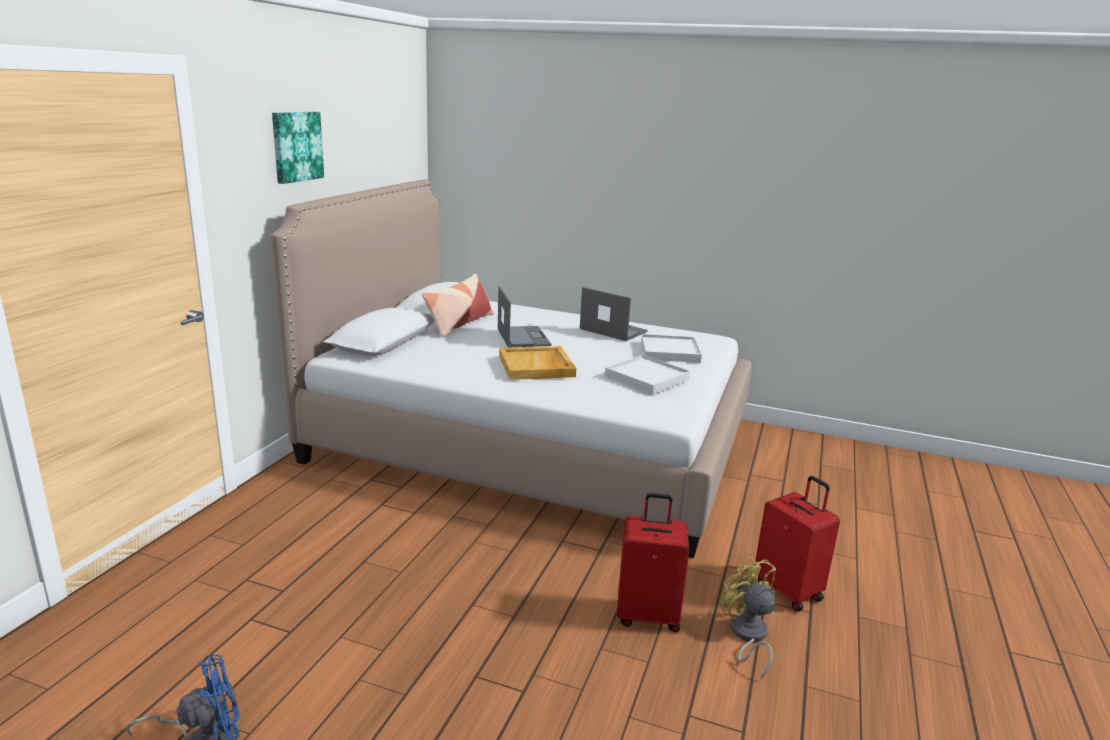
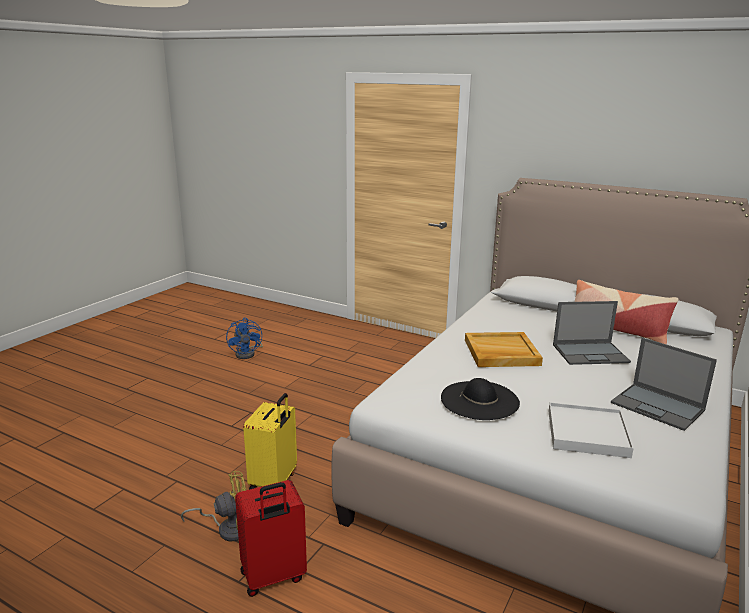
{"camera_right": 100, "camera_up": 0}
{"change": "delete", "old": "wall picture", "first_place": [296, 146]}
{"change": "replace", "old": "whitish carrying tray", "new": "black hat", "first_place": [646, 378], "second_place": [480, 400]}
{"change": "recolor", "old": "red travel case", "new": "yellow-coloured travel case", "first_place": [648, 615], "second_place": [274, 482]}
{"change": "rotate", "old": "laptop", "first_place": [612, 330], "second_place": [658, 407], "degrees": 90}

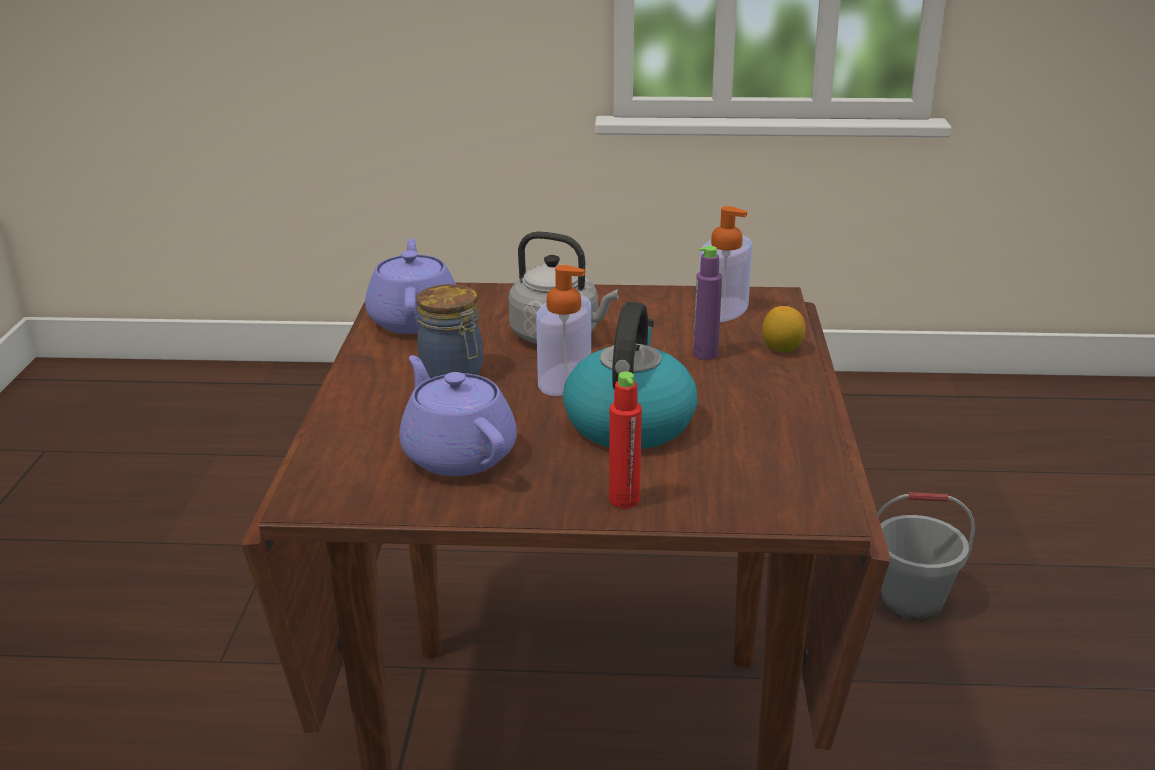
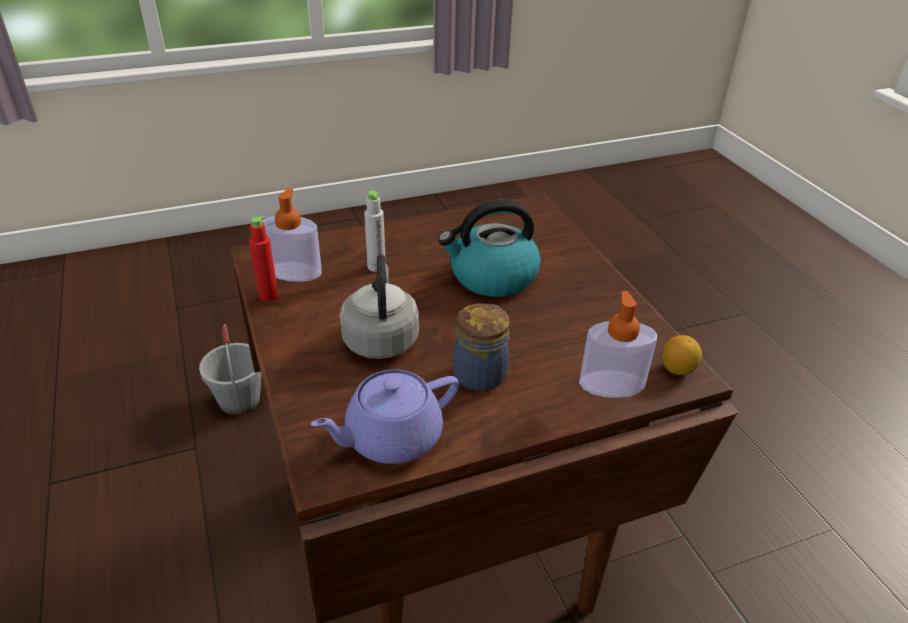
{"camera_right": -115, "camera_up": 10}
{"change": "delete", "old": "purple-coloured pot for tea", "first_place": [457, 454]}
{"change": "move", "old": "soap dispenser", "first_place": [564, 379], "second_place": [611, 384]}
{"change": "move", "old": "red beverage bottle", "first_place": [624, 500], "second_place": [268, 295]}
{"change": "move", "old": "lemon", "first_place": [782, 349], "second_place": [677, 369]}
{"change": "recolor", "old": "purple-coloured beverage bottle", "new": "gray beverage bottle", "first_place": [705, 354], "second_place": [376, 266]}

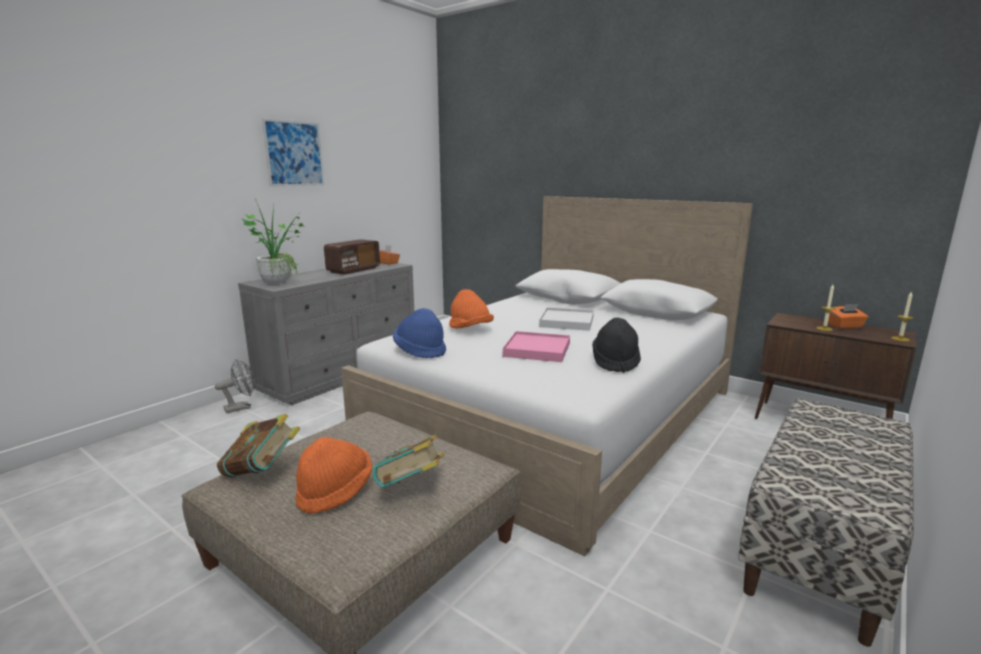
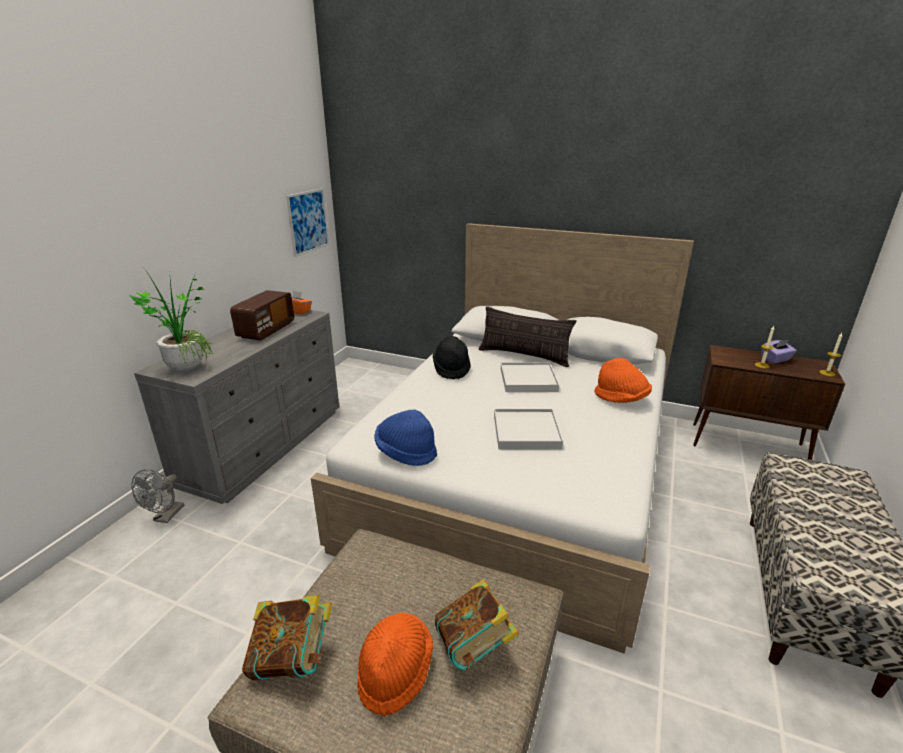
{"camera_right": -15, "camera_up": 10}
{"change": "insert", "new": "throw pillow", "second_place": [524, 356]}
{"change": "move", "old": "wall picture", "first_place": [294, 153], "second_place": [308, 221]}
{"change": "move", "old": "orange hat", "first_place": [470, 329], "second_place": [621, 399]}
{"change": "move", "old": "black hat", "first_place": [615, 362], "second_place": [451, 369]}
{"change": "recolor", "old": "pink carrying tray", "new": "whitish carrying tray", "first_place": [537, 350], "second_place": [526, 432]}
{"change": "recolor", "old": "orange tissue box", "new": "purple-coloured tissue box", "first_place": [845, 326], "second_place": [775, 359]}
{"change": "rotate", "old": "gray cooling fan", "first_place": [241, 407], "second_place": [166, 517], "degrees": 150}

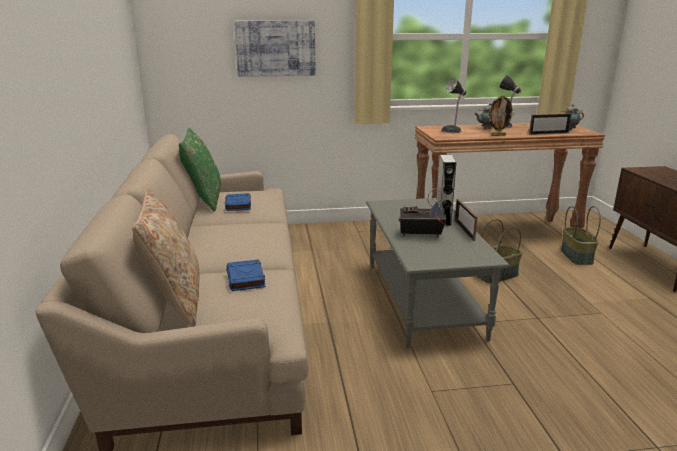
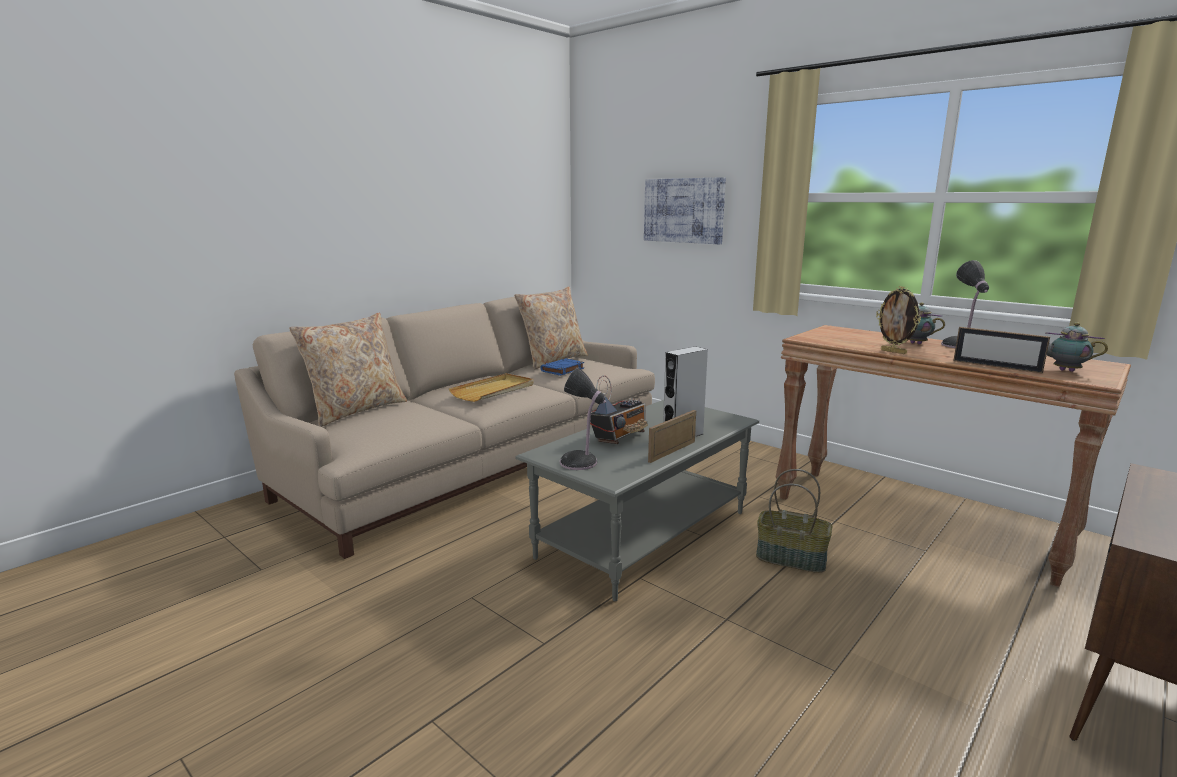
{"camera_right": 50, "camera_up": -5}
{"change": "delete", "old": "blue volume", "first_place": [246, 279]}
{"change": "delete", "old": "storage basket", "first_place": [577, 256]}
{"change": "insert", "new": "beige carrying tray", "second_place": [493, 390]}
{"change": "move", "old": "lamp for a table", "first_place": [452, 131], "second_place": [580, 463]}
{"change": "recolor", "old": "green throw pillow", "new": "beige throw pillow", "first_place": [204, 200], "second_place": [553, 360]}
{"change": "rotate", "old": "radio receiver", "first_place": [420, 234], "second_place": [619, 437], "degrees": 75}

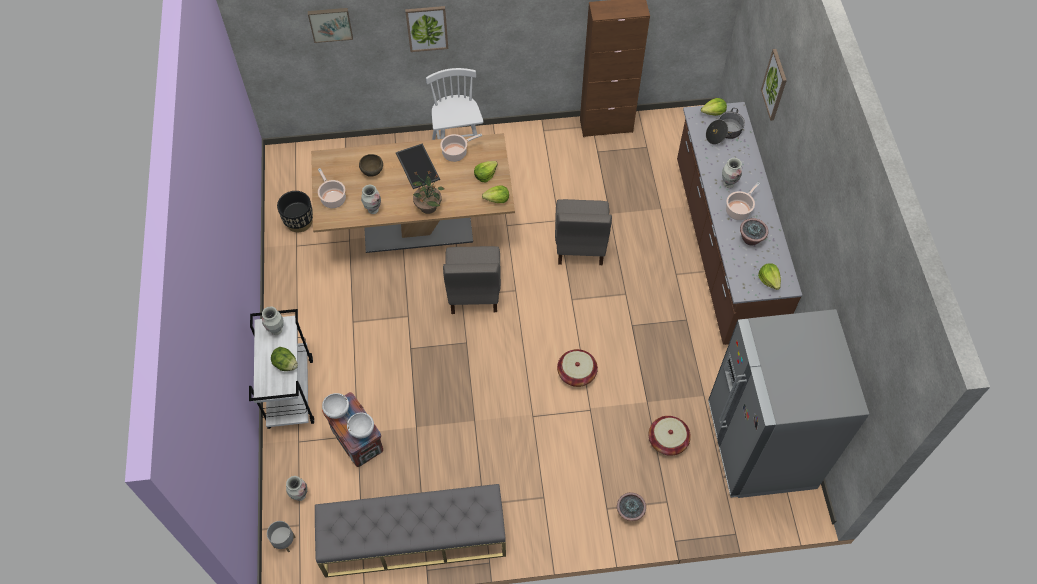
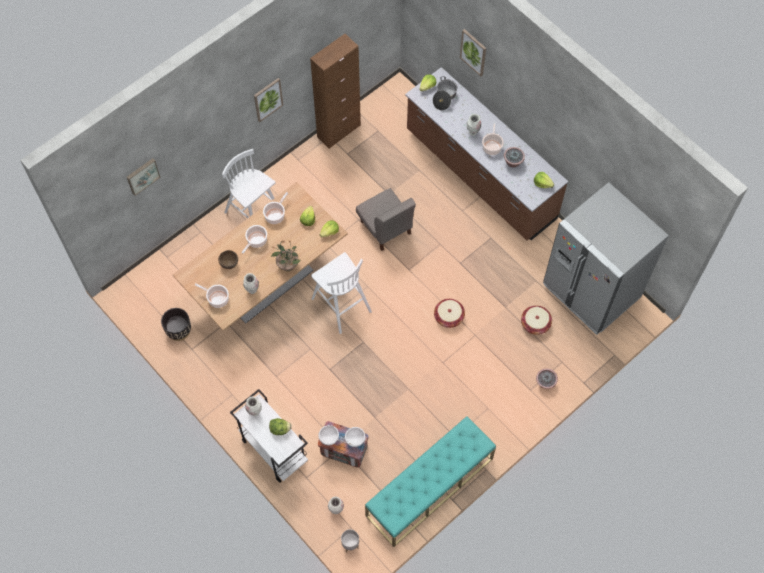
{"camera_right": -35, "camera_up": 5}
{"change": "move", "old": "wall picture", "first_place": [427, 28], "second_place": [268, 99]}
{"change": "replace", "old": "carrying tray", "new": "cooking pot", "first_place": [416, 166], "second_place": [256, 241]}
{"change": "replace", "old": "gray chair", "new": "whitish stool seat", "first_place": [473, 291], "second_place": [340, 304]}
{"change": "recolor", "old": "gray indoor bench", "new": "turquoise-coloured indoor bench", "first_place": [413, 539], "second_place": [429, 487]}

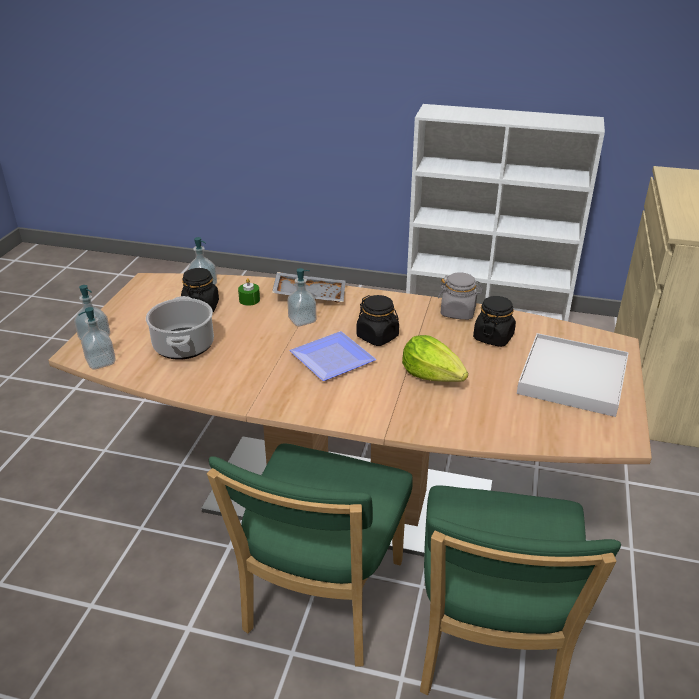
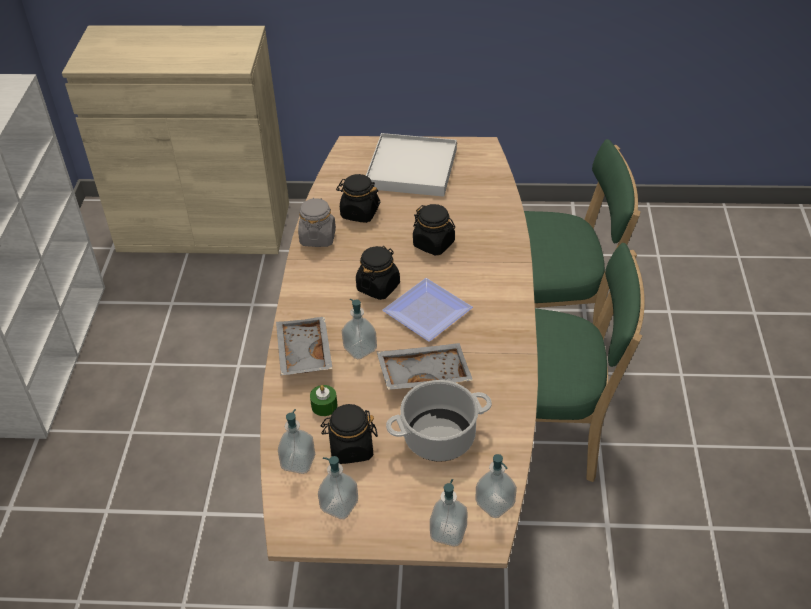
{"camera_right": -100, "camera_up": 10}
{"change": "insert", "new": "soap dispenser", "second_place": [339, 505]}
{"change": "insert", "new": "gray carrying tray", "second_place": [424, 373]}
{"change": "replace", "old": "lettuce head", "new": "black jar", "first_place": [433, 376], "second_place": [434, 244]}

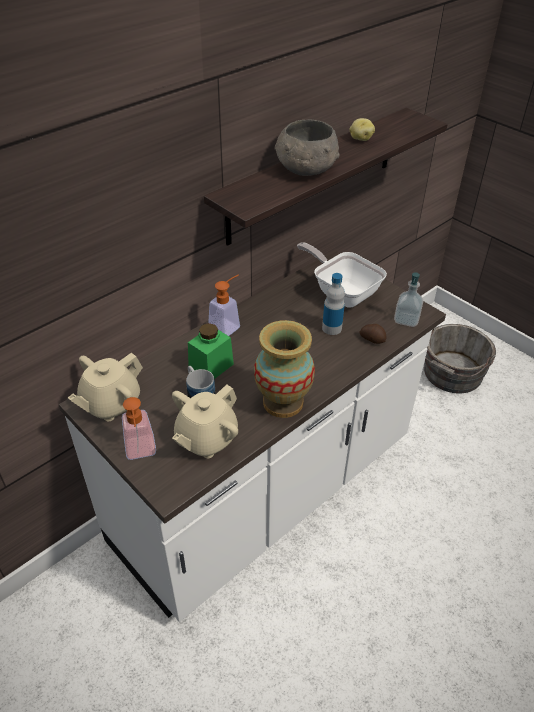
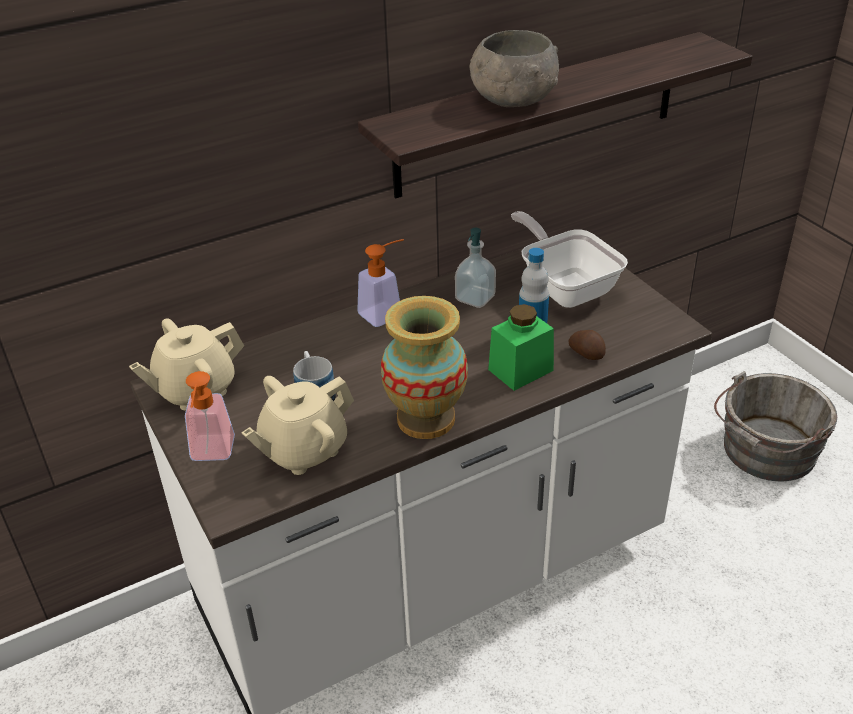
{"camera_right": 15, "camera_up": -5}
{"change": "delete", "old": "whole potato", "first_place": [360, 139]}
{"change": "move", "old": "green jar", "first_place": [211, 367], "second_place": [520, 370]}
{"change": "move", "old": "soap dispenser", "first_place": [406, 319], "second_place": [475, 298]}

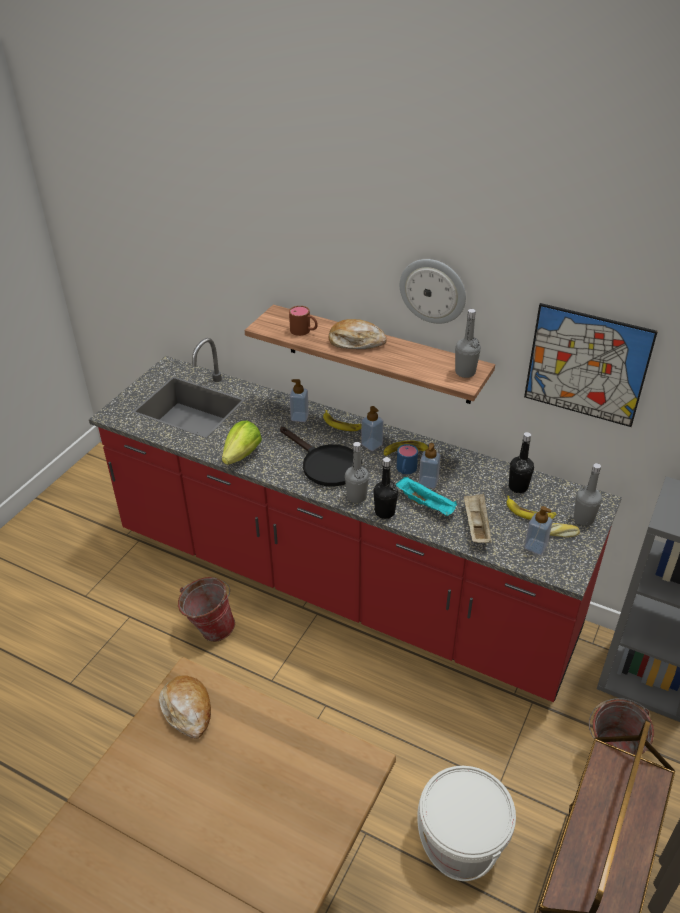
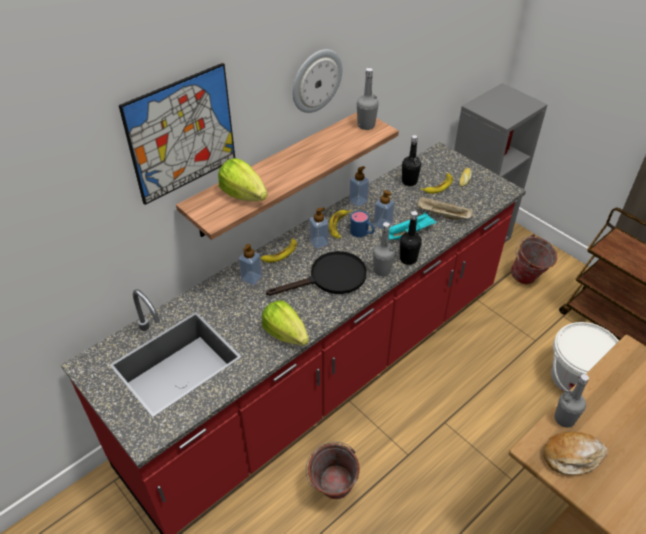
{"camera_right": -70, "camera_up": 5}
{"change": "delete", "old": "bakery bread", "first_place": [356, 342]}
{"change": "move", "old": "wall picture", "first_place": [586, 365], "second_place": [182, 134]}
{"change": "move", "old": "soap dispenser", "first_place": [535, 546], "second_place": [358, 201]}
{"change": "move", "old": "gray beverage bottle", "first_place": [583, 519], "second_place": [564, 419]}
{"change": "replace", "old": "brown-coloured coffee mug", "new": "lettuce head", "first_place": [304, 331], "second_place": [243, 194]}

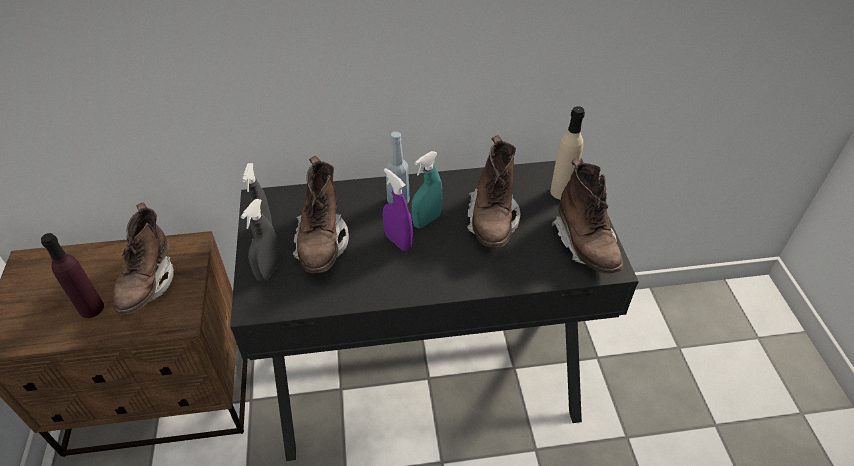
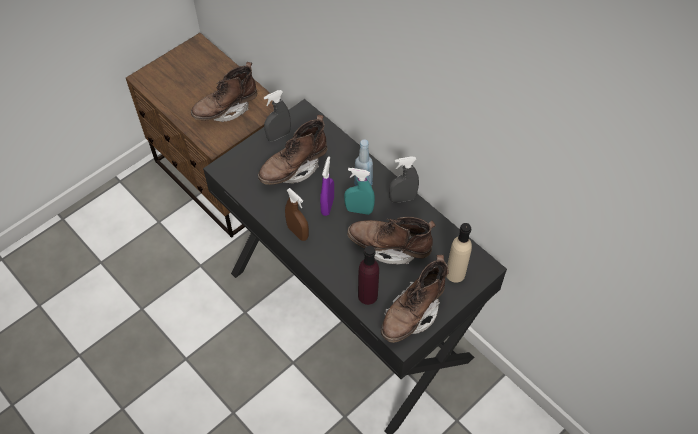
{"camera_right": 55, "camera_up": 10}
{"change": "insert", "new": "brown-coloured spray bottle", "second_place": [298, 232]}
{"change": "move", "old": "purple-coloured beverage bottle", "first_place": [91, 308], "second_place": [367, 295]}
{"change": "move", "old": "gray spray bottle", "first_place": [269, 270], "second_place": [402, 198]}
{"change": "rotate", "old": "brown-coloured tall boot", "first_place": [492, 221], "second_place": [389, 247], "degrees": 45}

